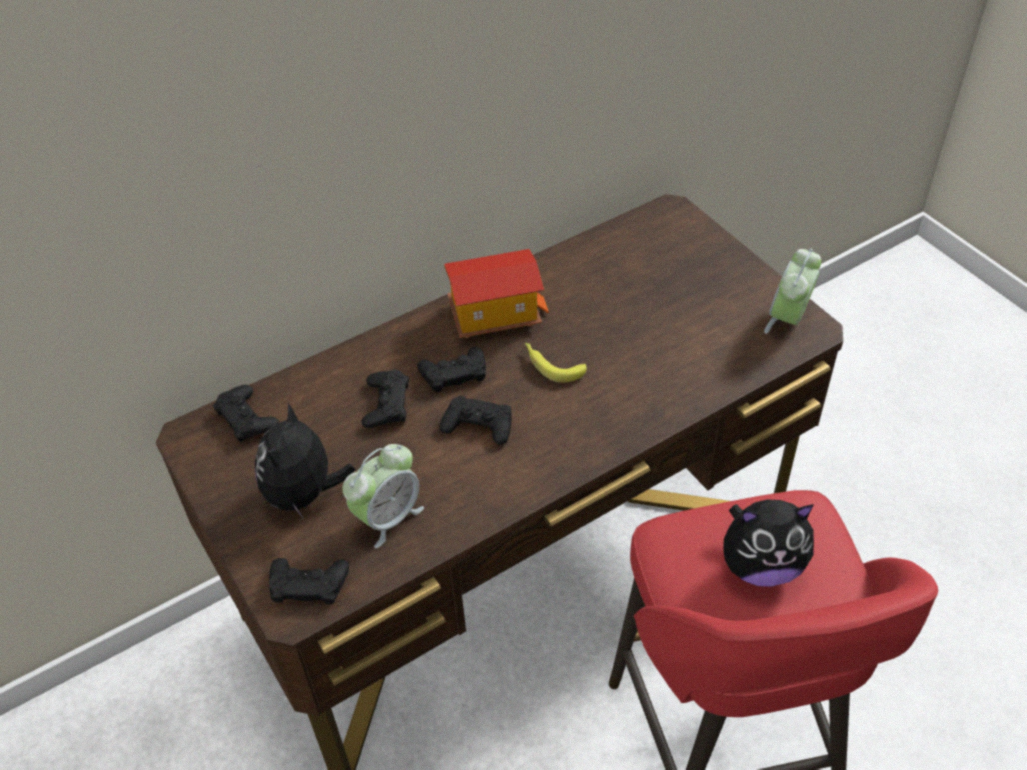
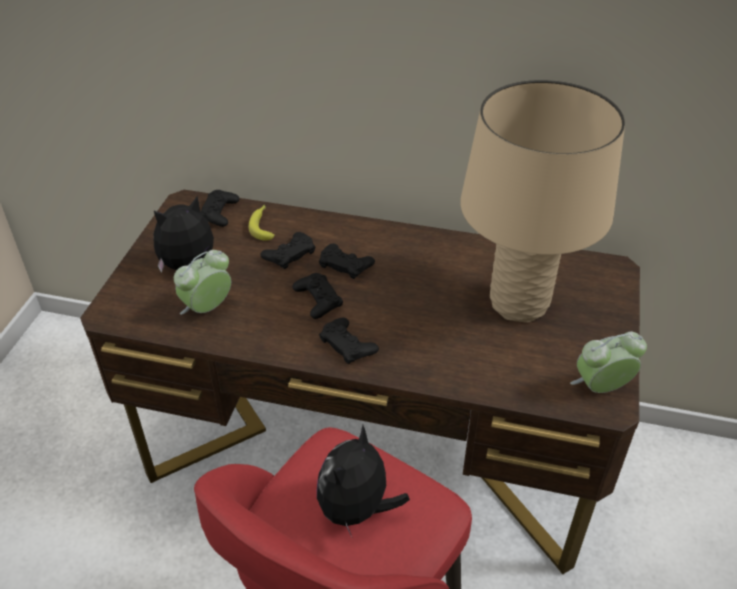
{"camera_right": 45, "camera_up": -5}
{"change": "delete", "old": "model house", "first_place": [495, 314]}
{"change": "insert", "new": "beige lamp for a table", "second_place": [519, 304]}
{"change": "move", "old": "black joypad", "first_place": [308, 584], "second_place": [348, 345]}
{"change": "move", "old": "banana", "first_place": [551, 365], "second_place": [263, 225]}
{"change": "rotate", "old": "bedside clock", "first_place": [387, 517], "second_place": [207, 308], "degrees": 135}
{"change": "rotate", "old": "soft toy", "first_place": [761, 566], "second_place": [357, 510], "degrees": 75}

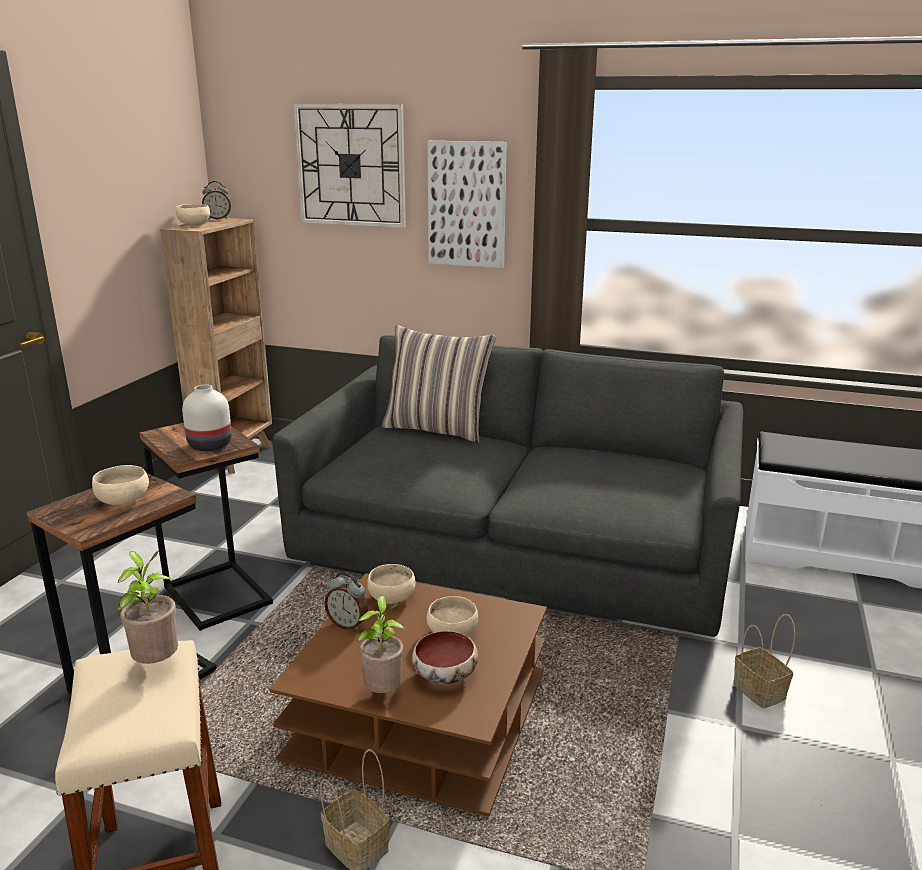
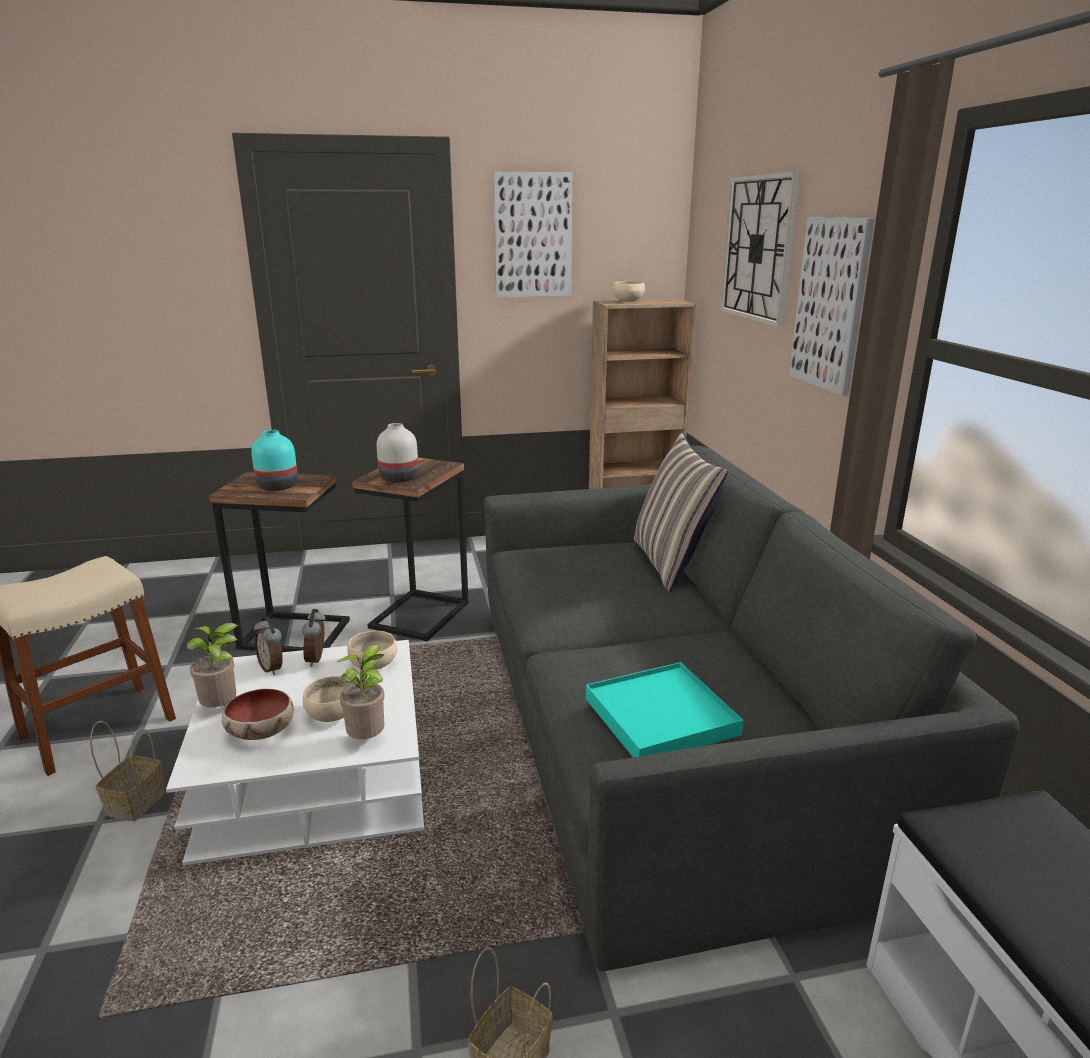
{"camera_right": 60, "camera_up": 0}
{"change": "insert", "new": "wall picture", "second_place": [532, 236]}
{"change": "insert", "new": "turquoise-coloured carrying tray", "second_place": [661, 716]}
{"change": "move", "old": "plant in a pot", "first_place": [157, 664], "second_place": [369, 740]}
{"change": "move", "old": "bedside clock", "first_place": [218, 219], "second_place": [272, 668]}
{"change": "replace", "old": "beige deep dish", "new": "turquoise-coloured decorative vase", "first_place": [124, 500], "second_place": [279, 486]}
{"change": "recolor", "old": "brown-coloured lounge table", "new": "whitish lounge table", "first_place": [420, 715], "second_place": [315, 774]}

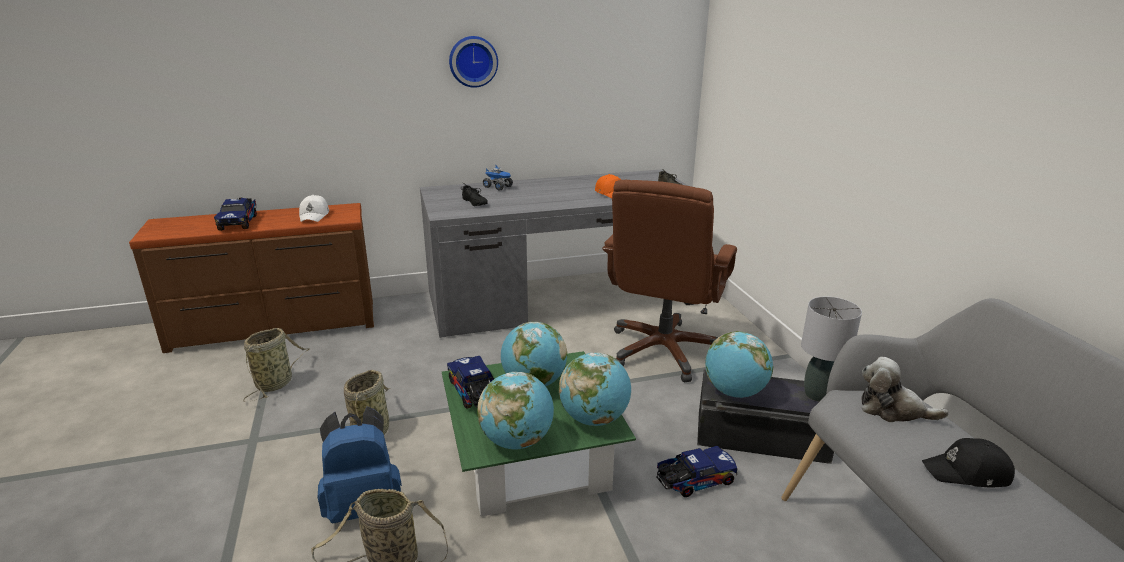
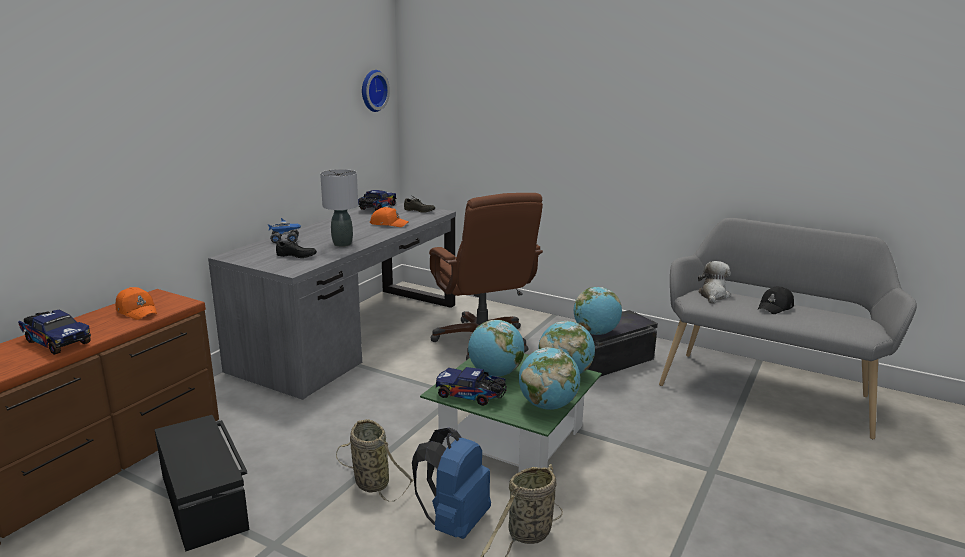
{"camera_right": -45, "camera_up": -5}
{"change": "move", "old": "wall clock", "first_place": [473, 61], "second_place": [372, 90]}
{"change": "move", "old": "model truck", "first_place": [694, 481], "second_place": [376, 208]}
{"change": "move", "old": "gray lamp for a table", "first_place": [816, 394], "second_place": [342, 244]}
{"change": "replace", "old": "storage basket", "new": "black storage container", "first_place": [276, 383], "second_place": [205, 500]}
{"change": "recolor", "old": "whitish cap", "new": "orange cap", "first_place": [315, 215], "second_place": [137, 311]}
{"change": "rotate", "old": "soft toy", "first_place": [893, 410], "second_place": [713, 295], "degrees": 135}

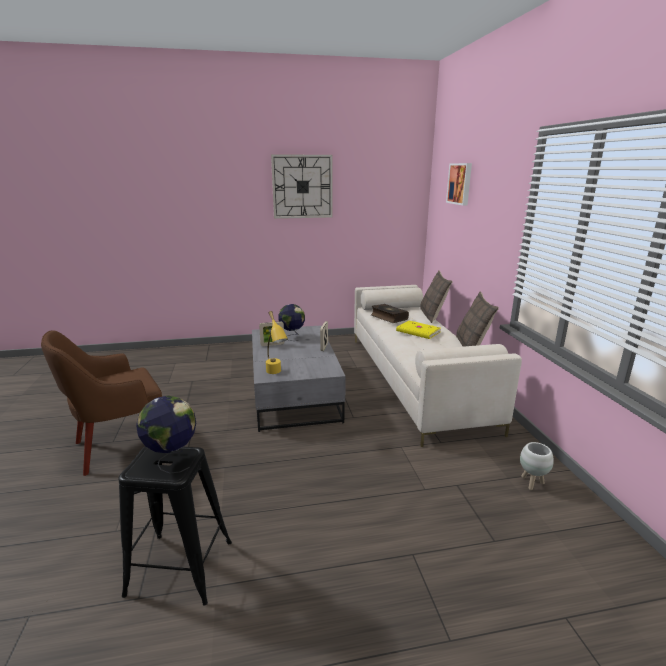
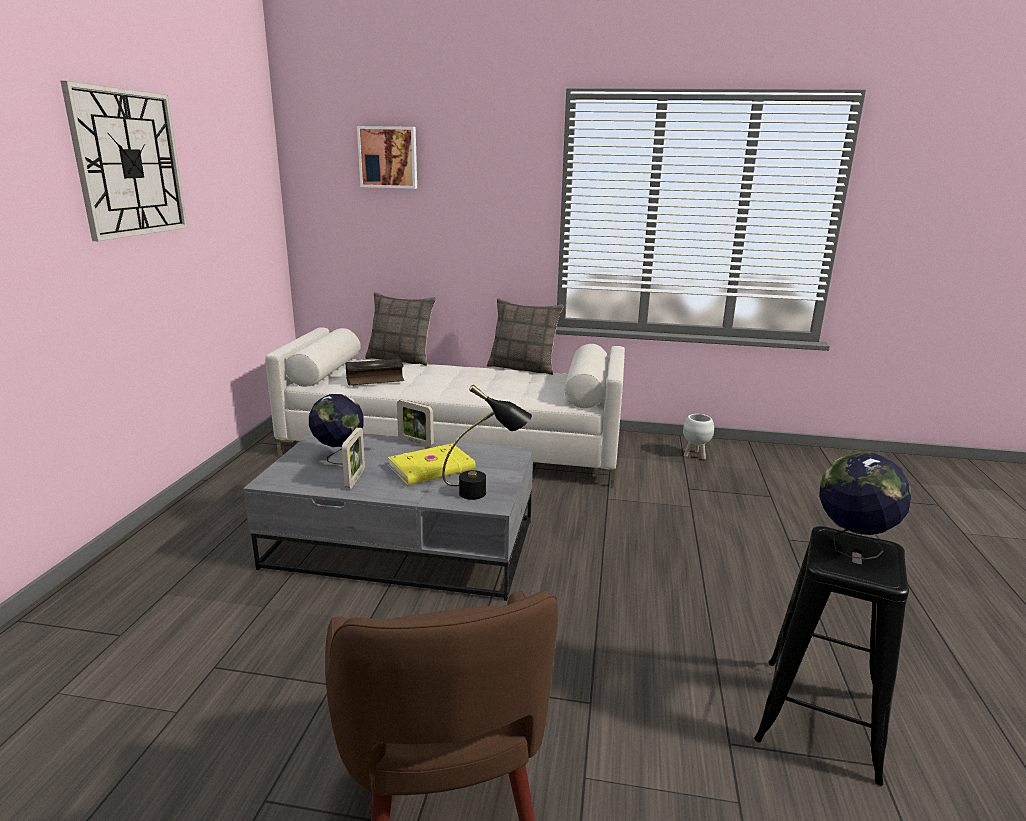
{"camera_right": -70, "camera_up": 0}
{"change": "move", "old": "yellow-coloured volume", "first_place": [418, 332], "second_place": [432, 468]}
{"change": "recolor", "old": "yellow-coloured lamp for a table", "new": "black lamp for a table", "first_place": [276, 373], "second_place": [486, 492]}

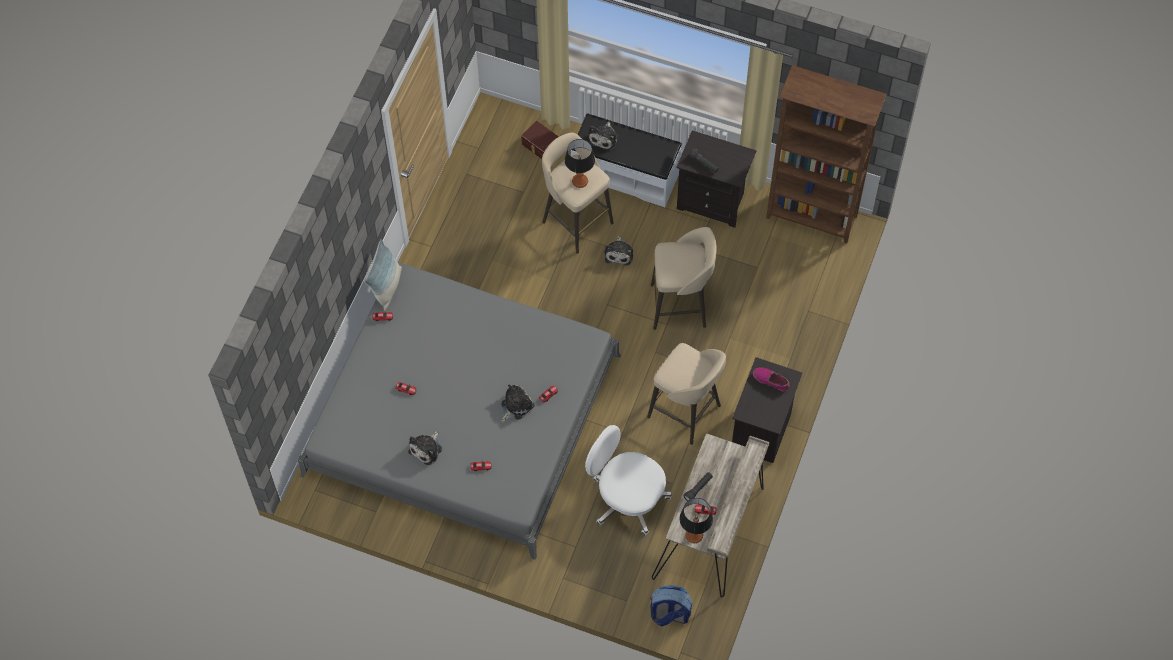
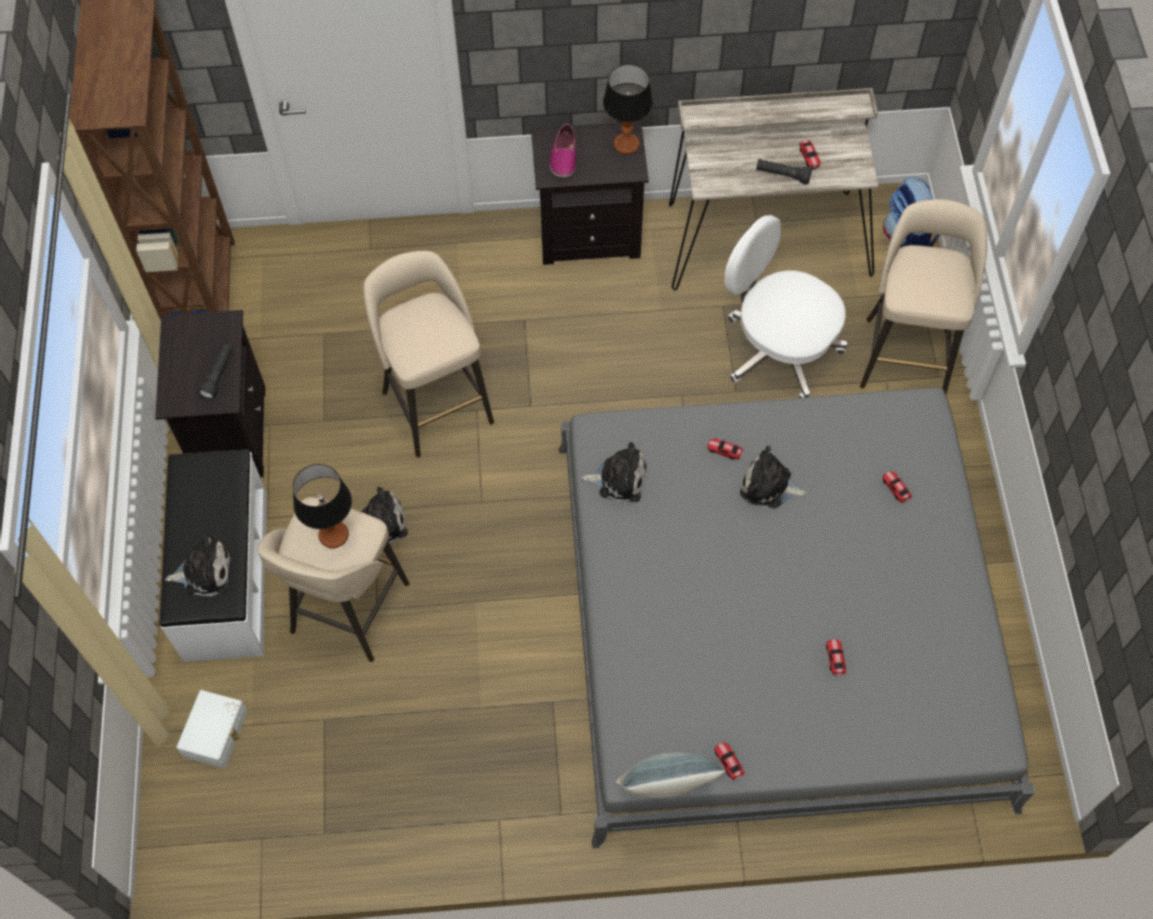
{"camera_right": -115, "camera_up": 0}
{"change": "move", "old": "soft toy", "first_place": [427, 449], "second_place": [619, 479]}
{"change": "move", "old": "beige stool seat", "first_place": [686, 413], "second_place": [905, 355]}
{"change": "move", "old": "lamp for a table", "first_place": [694, 535], "second_place": [626, 145]}
{"change": "recolor", "old": "brown-coloured storage container", "new": "whitish storage container", "first_place": [540, 146], "second_place": [217, 733]}
{"change": "rotate", "old": "whitish office chair", "first_place": [627, 498], "second_place": [778, 349], "degrees": 120}

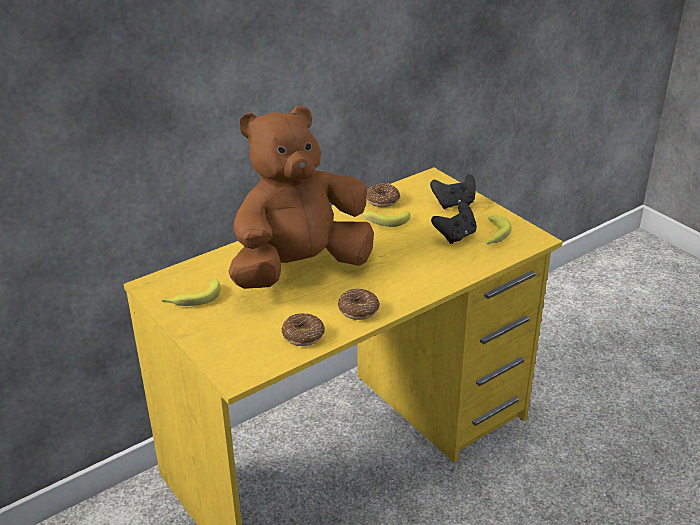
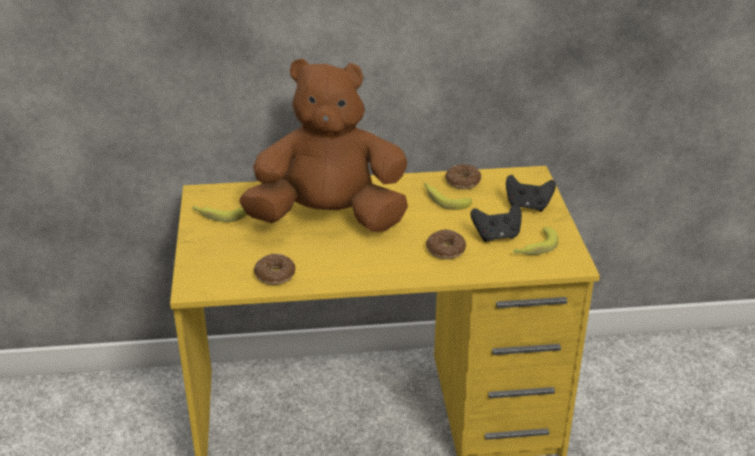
{"camera_right": 30, "camera_up": 0}
{"change": "move", "old": "ring doughnut", "first_place": [358, 310], "second_place": [445, 250]}

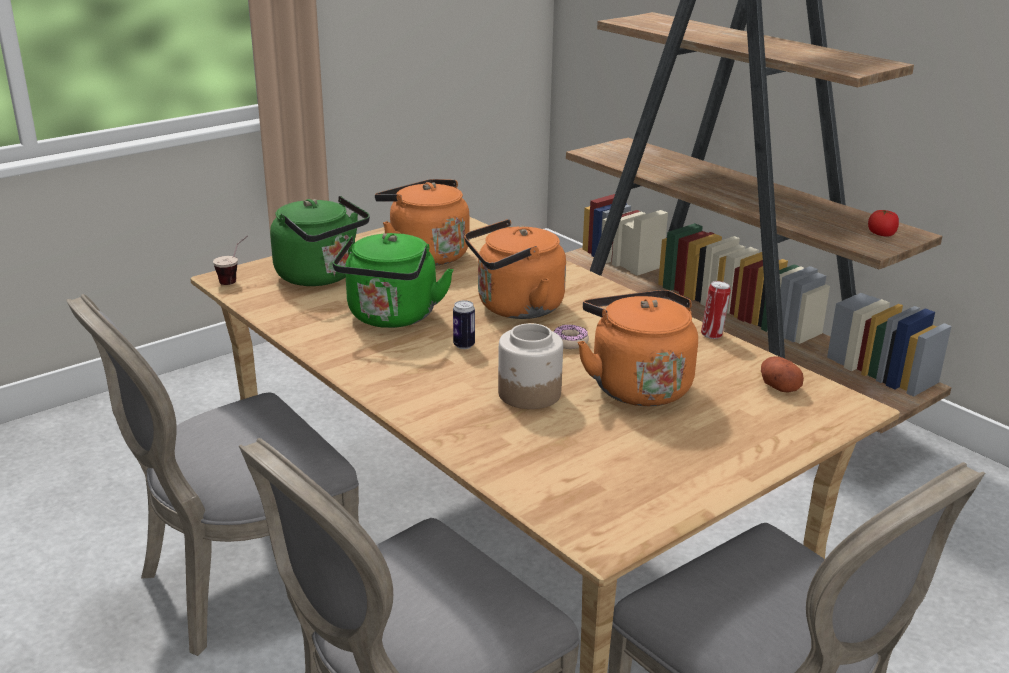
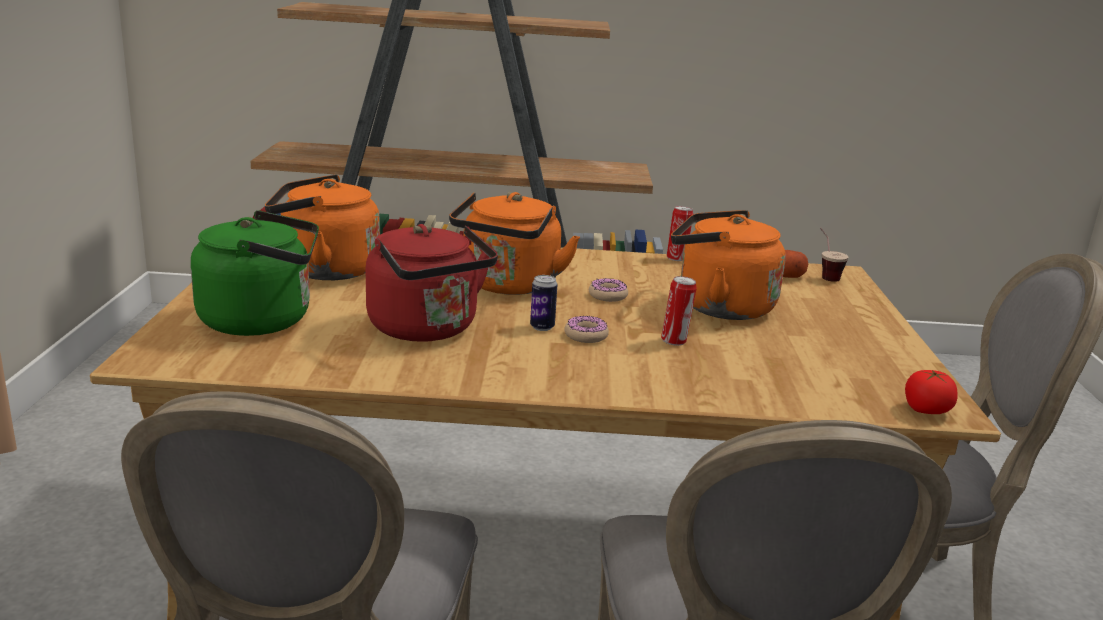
{"camera_right": -50, "camera_up": -5}
{"change": "insert", "new": "ring doughnut", "second_place": [586, 336]}
{"change": "move", "old": "drinking cup", "first_place": [235, 279], "second_place": [825, 275]}
{"change": "move", "old": "whole tomato", "first_place": [881, 234], "second_place": [926, 410]}
{"change": "replace", "old": "jar", "new": "can", "first_place": [529, 394], "second_place": [675, 341]}
{"change": "recolor", "old": "green kettle", "new": "red kettle", "first_place": [391, 318], "second_place": [427, 330]}

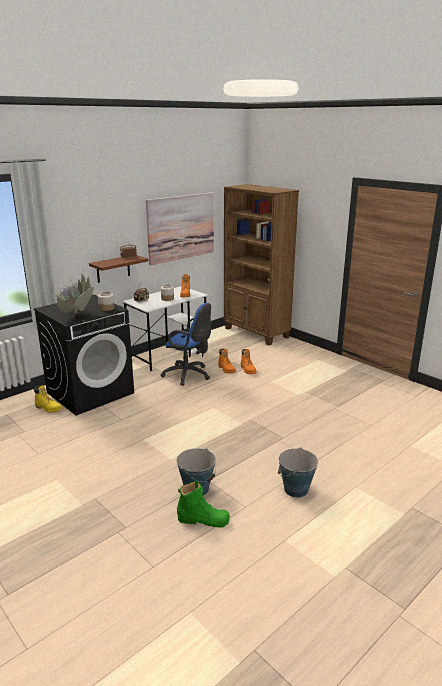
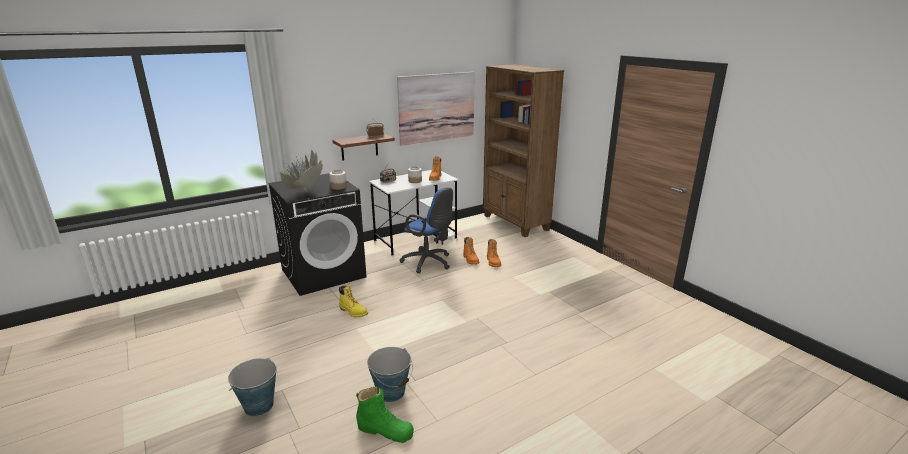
{"camera_right": 10, "camera_up": 0}
{"change": "move", "old": "yellow-coloured tall boot", "first_place": [48, 408], "second_place": [353, 312]}
{"change": "move", "old": "bucket", "first_place": [296, 489], "second_place": [258, 406]}

